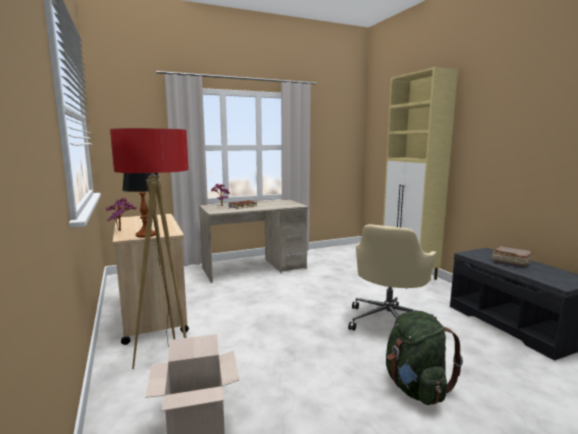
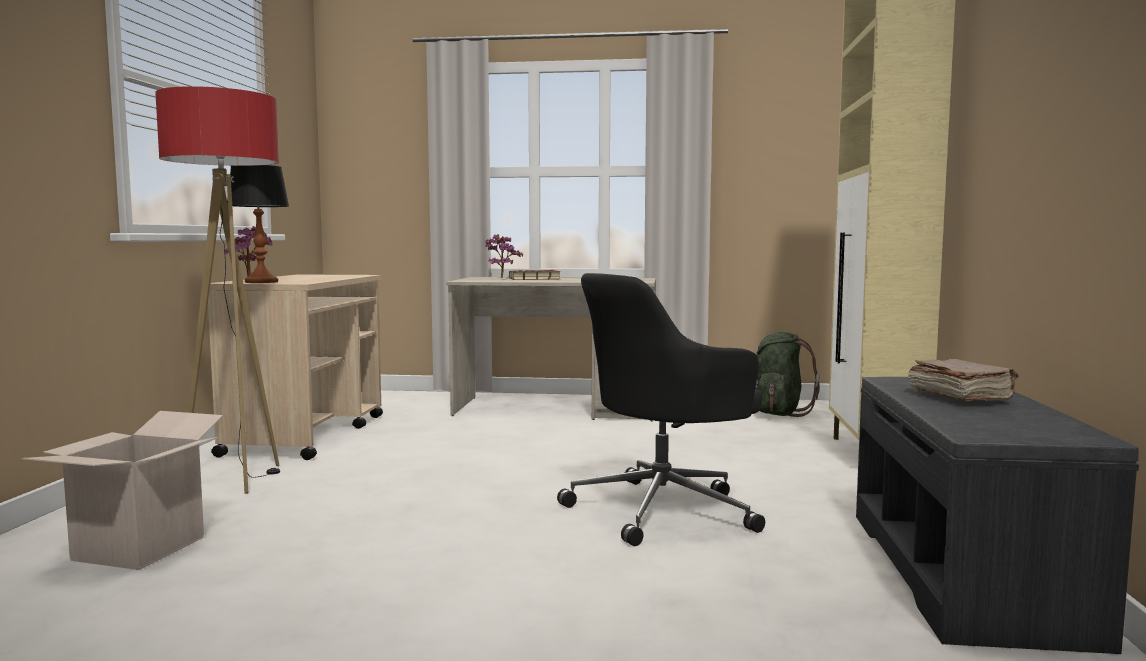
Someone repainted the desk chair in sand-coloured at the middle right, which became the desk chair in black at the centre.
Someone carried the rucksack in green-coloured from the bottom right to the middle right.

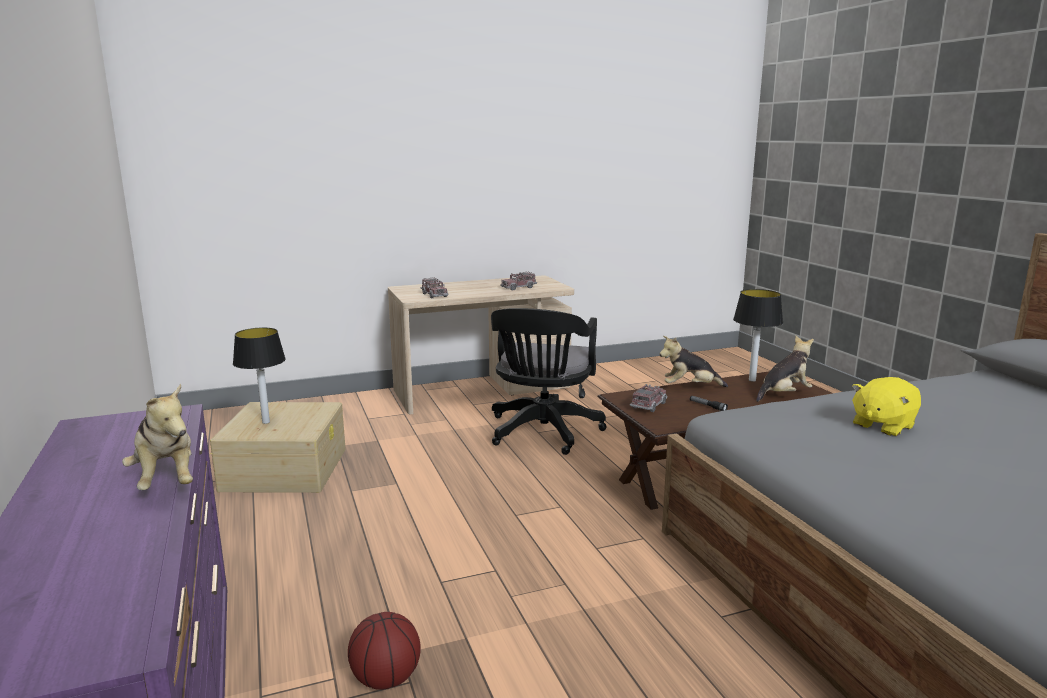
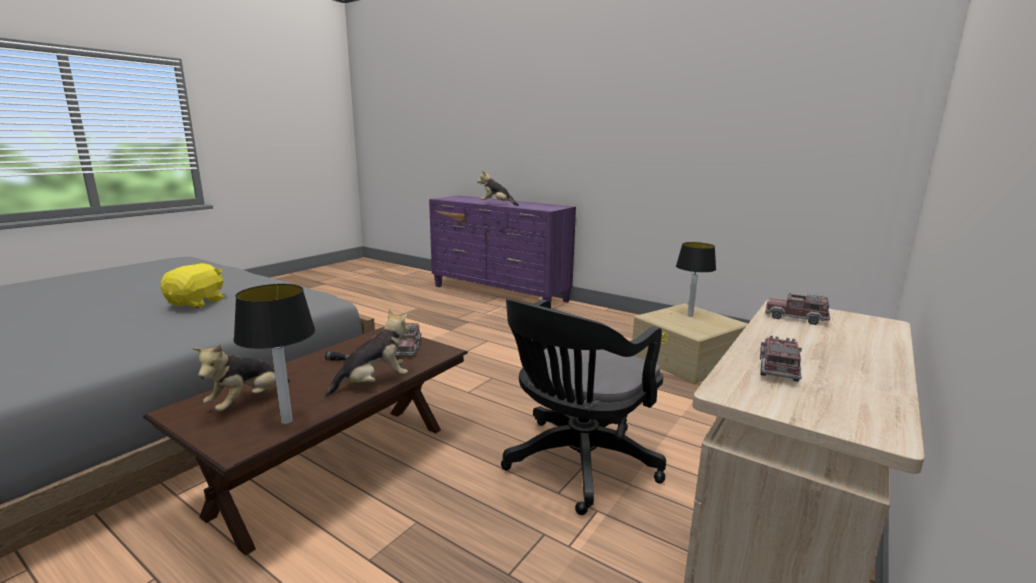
Someone took away the basketball ball at the bottom centre.
Someone rotated the desk chair in black at the centre by 120 degrees counterclockwise.

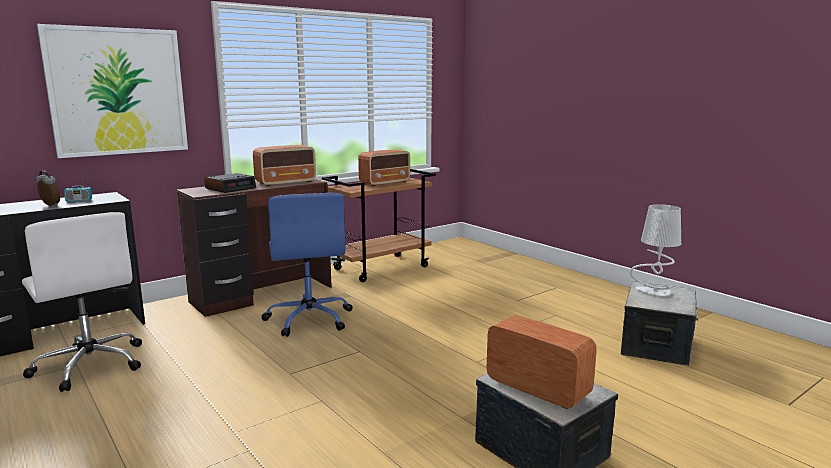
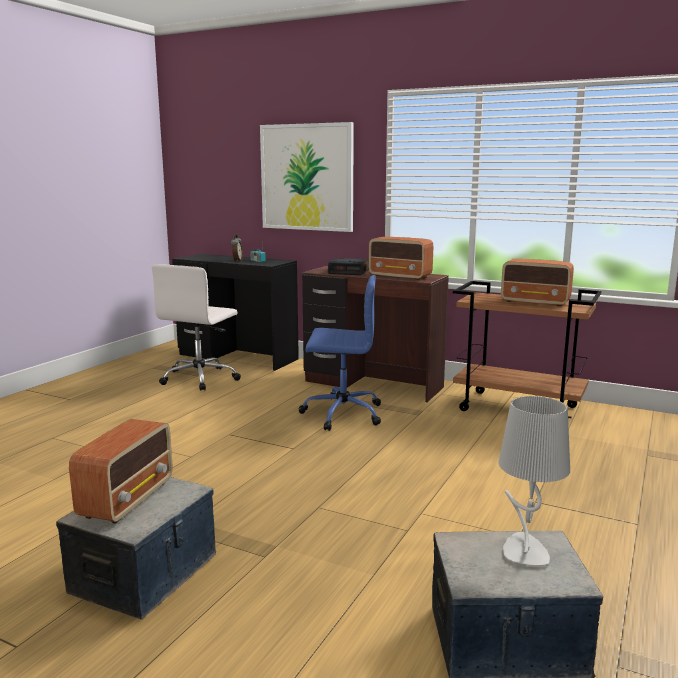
Someone rotated the desk chair in blue-coloured at the centre by 135 degrees counterclockwise.

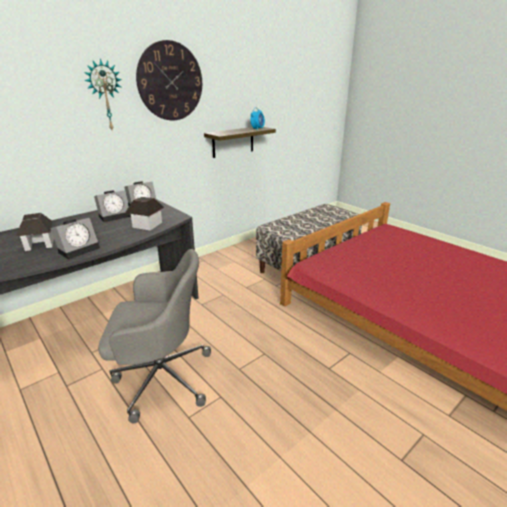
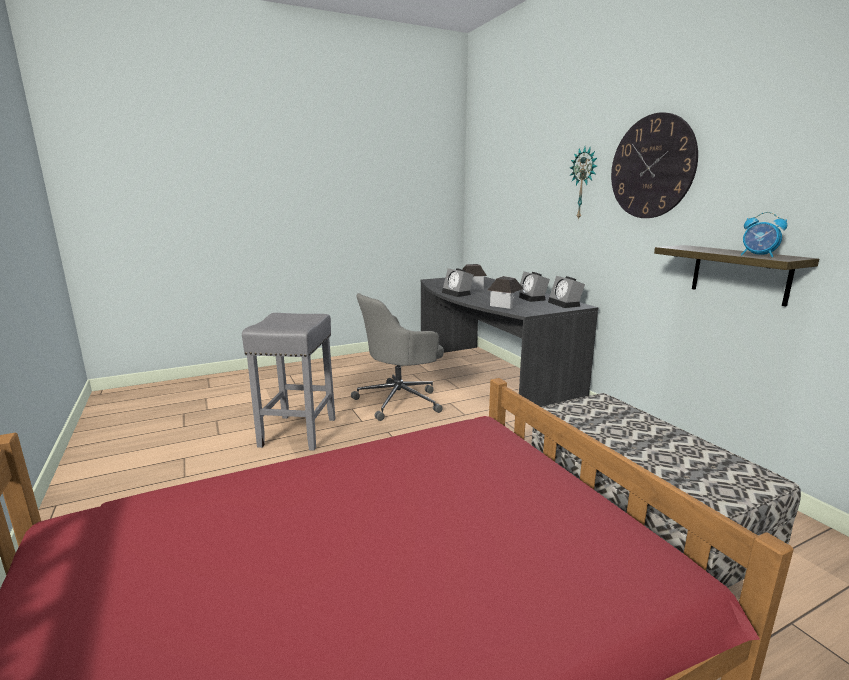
Someone rotated the desk chair in gray at the middle left by 45 degrees clockwise.
Someone put down the stool seat in gray at the centre.

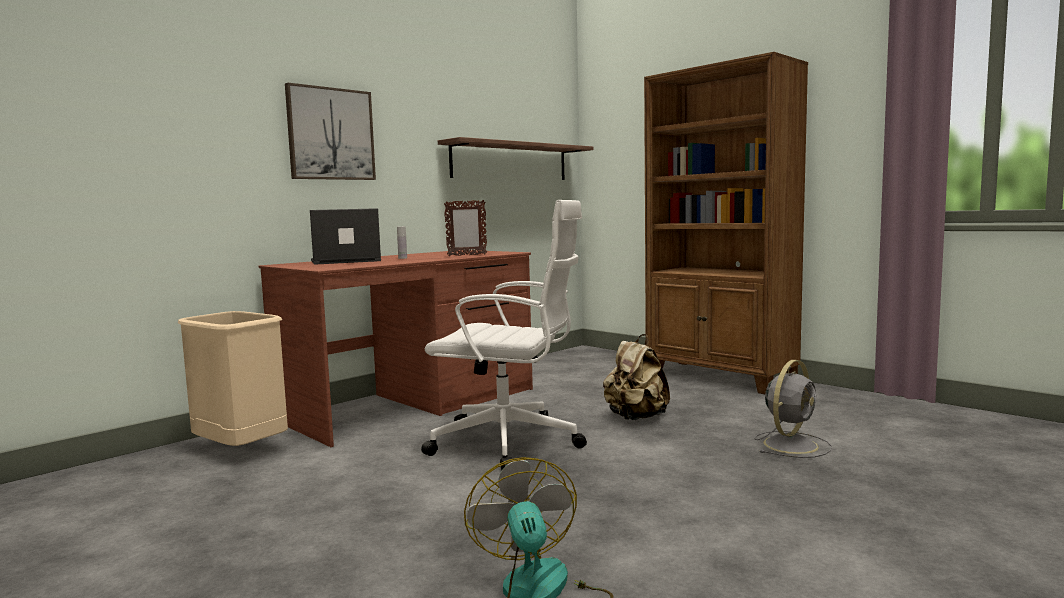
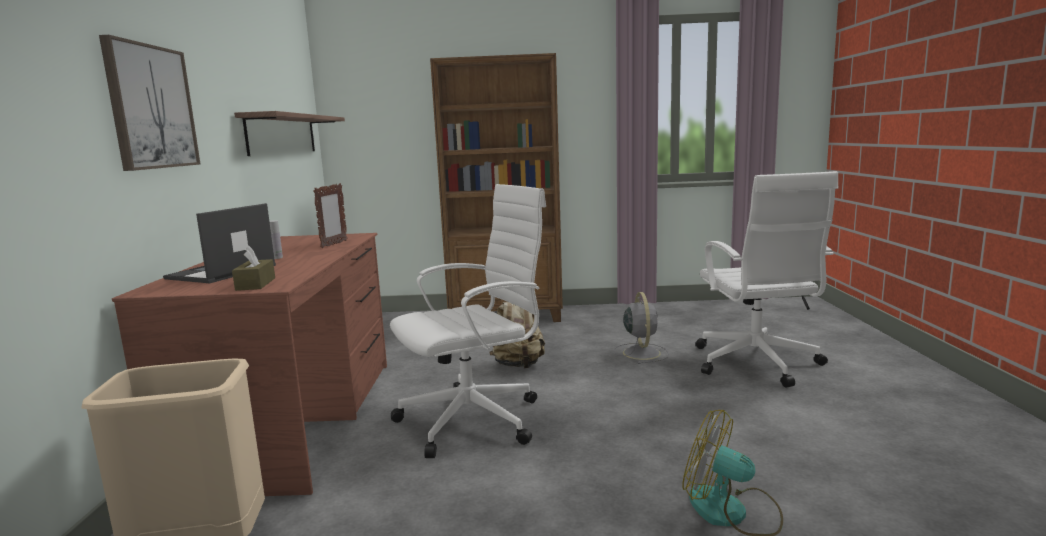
Someone put down the tissue holder in brown-coloured at the middle left.
Someone put down the desk chair in whitish (2nd from left) at the middle right.

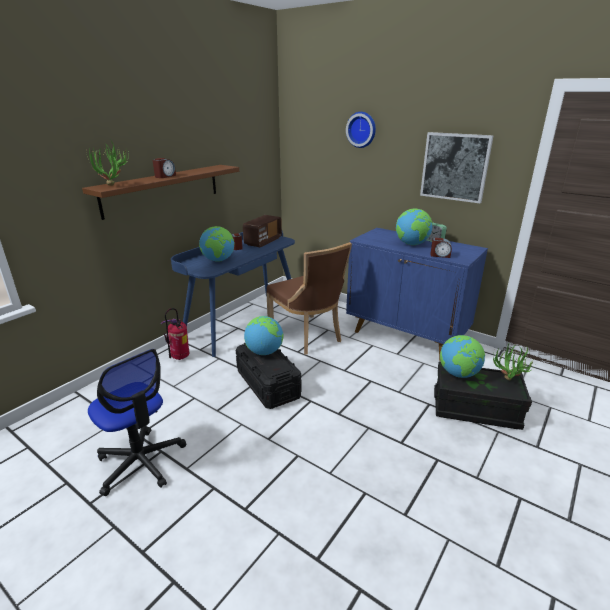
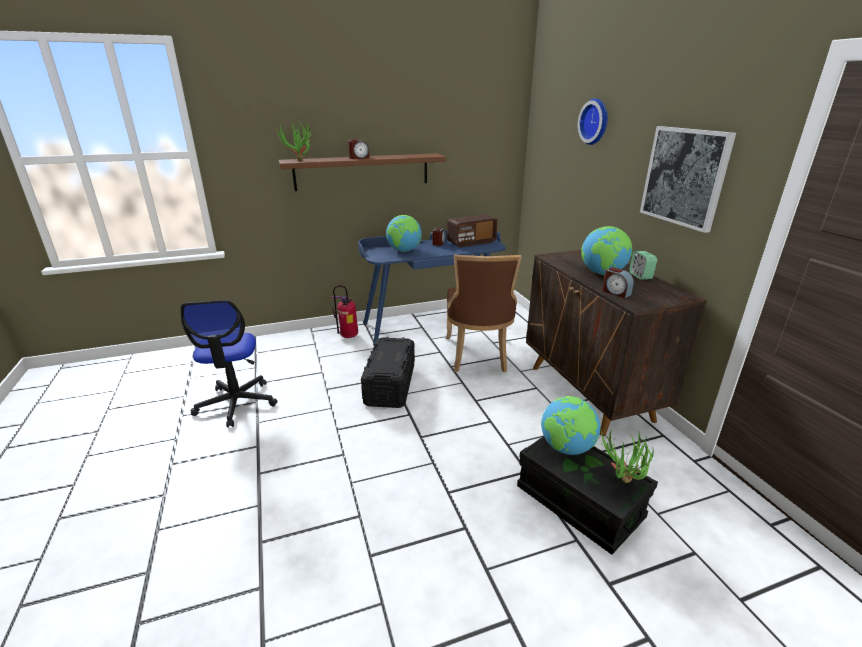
Someone took away the globe (2nd from left) at the centre.
Someone repainted the cupboard in blue-coloured at the middle right, which became the cupboard in brown-coloured at the middle right.

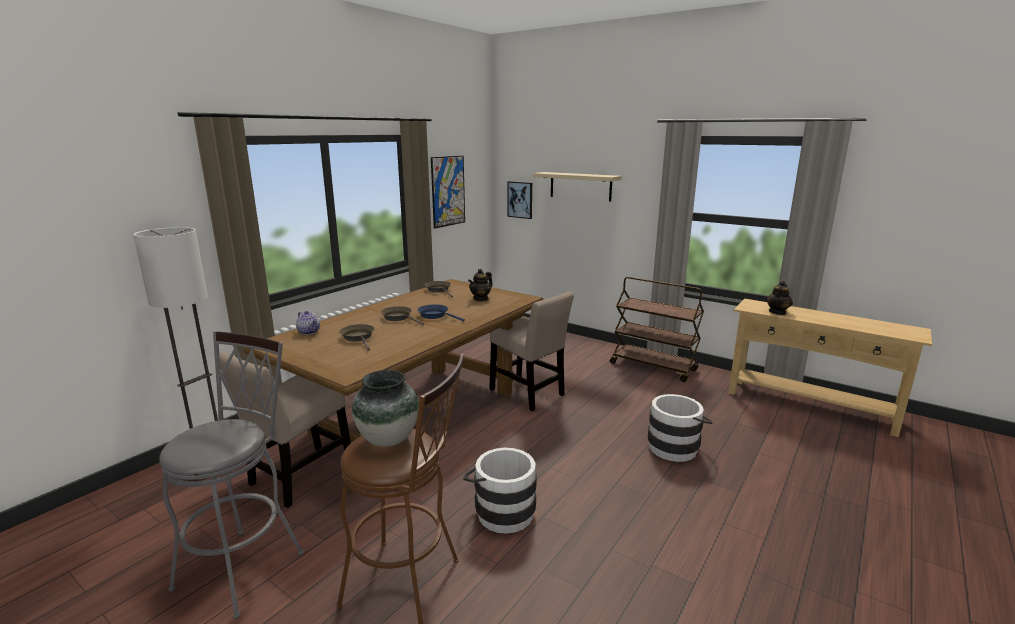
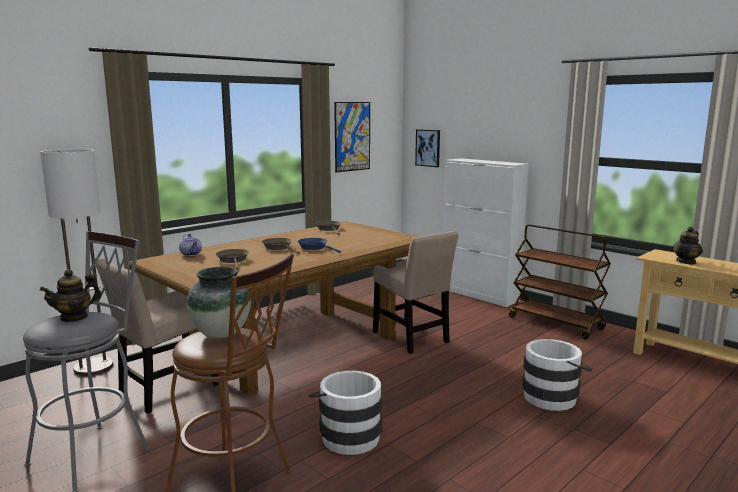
Someone carried the pot for tea (2nd from left in the first image) from the centre to the middle left.
Someone took away the bracket shelf in sand-coloured at the top centre.
Someone put down the cupboard in whitish at the centre.

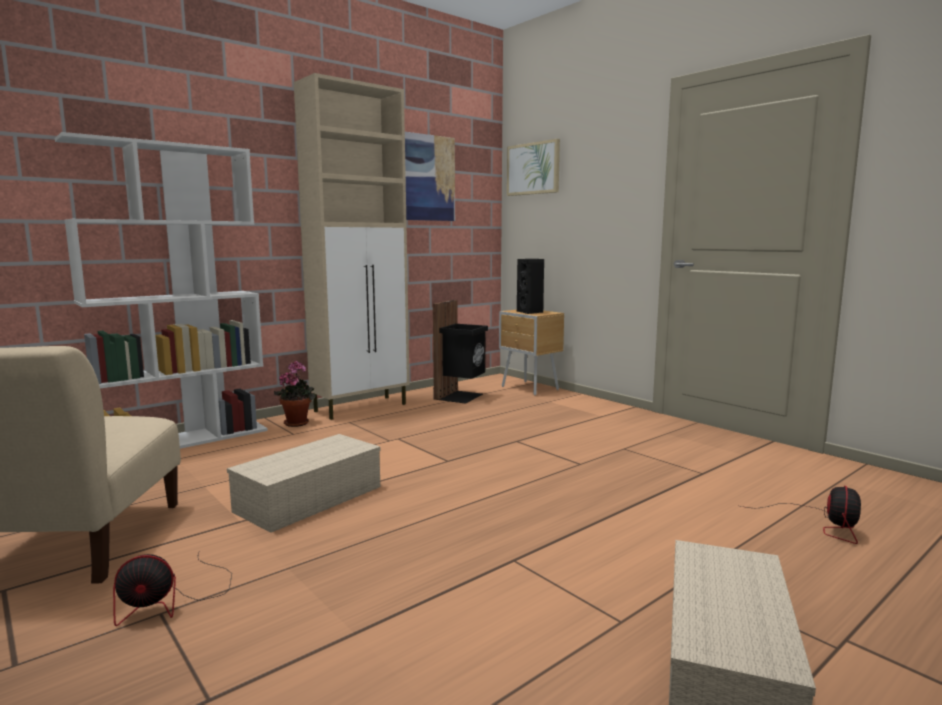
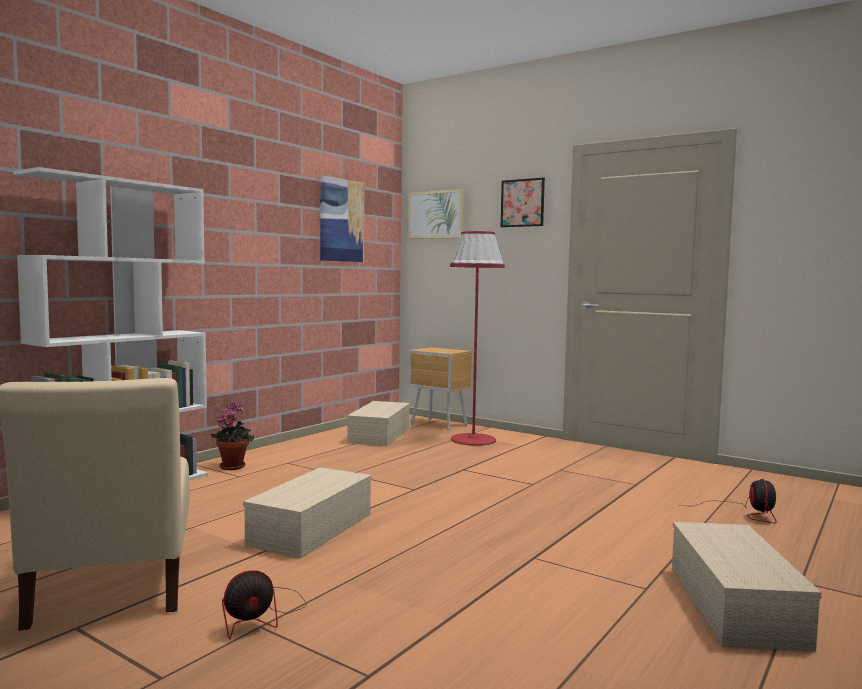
Someone took away the cupboard in sand-coloured at the centre.
Someone swapped the rubbish bin in black at the centre for the storage bin in sand-coloured (2nd from left) at the centre.
Someone took away the speaker in black at the centre.
Someone put down the standard lamp in red-coloured at the centre.
Someone put up the wall art (3rd from left) at the top centre.

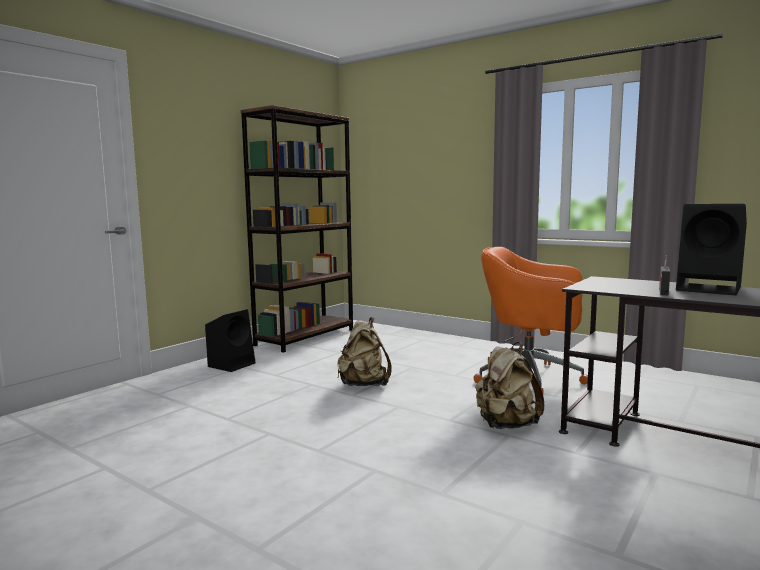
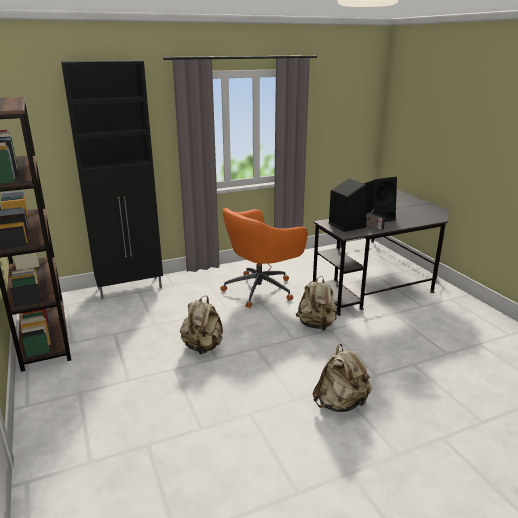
Someone carried the speaker in black (1st from left) from the middle left to the middle right.
Someone put down the cupboard in black at the middle left.
Someone put down the rucksack in sand-coloured (3rd from left) at the bottom centre.

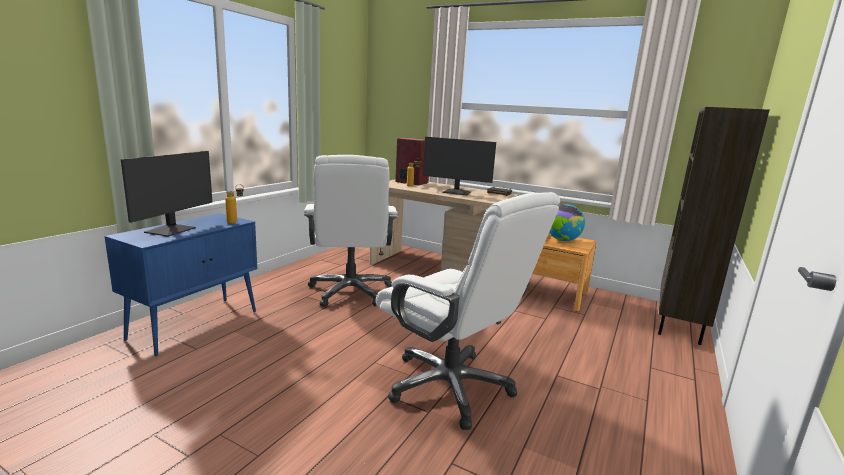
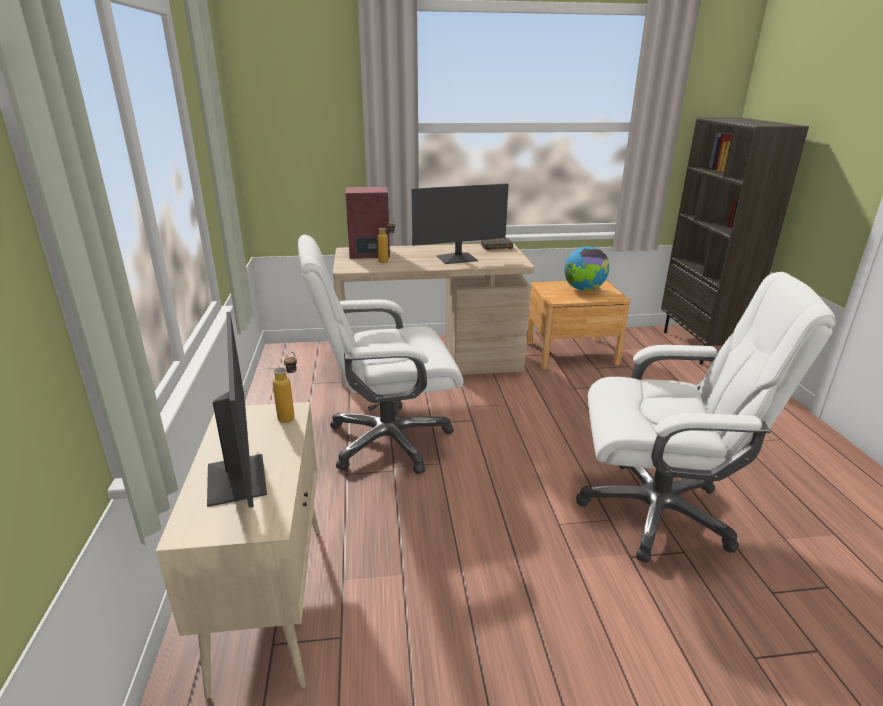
Someone repainted the cupboard in blue-coloured at the middle left, which became the cupboard in sand-coloured at the bottom left.
Someone rotated the desk chair in whitish (1st from left) at the centre by 120 degrees clockwise.

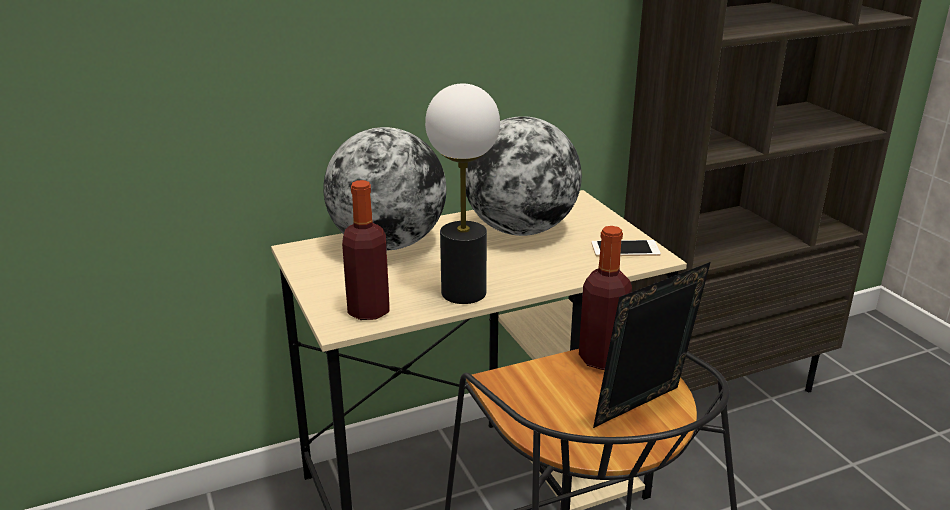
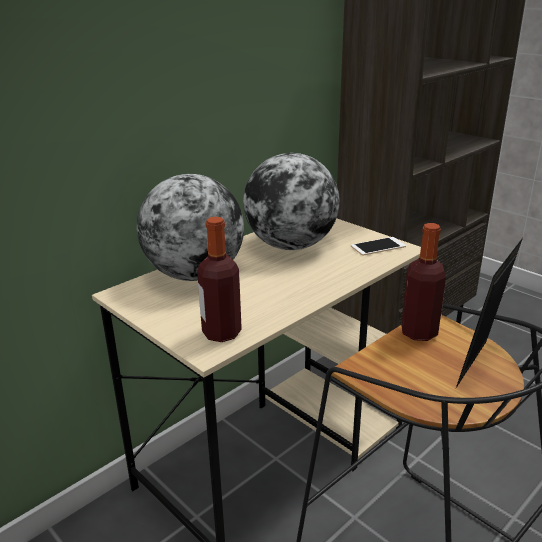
Someone took away the table lamp at the centre.

